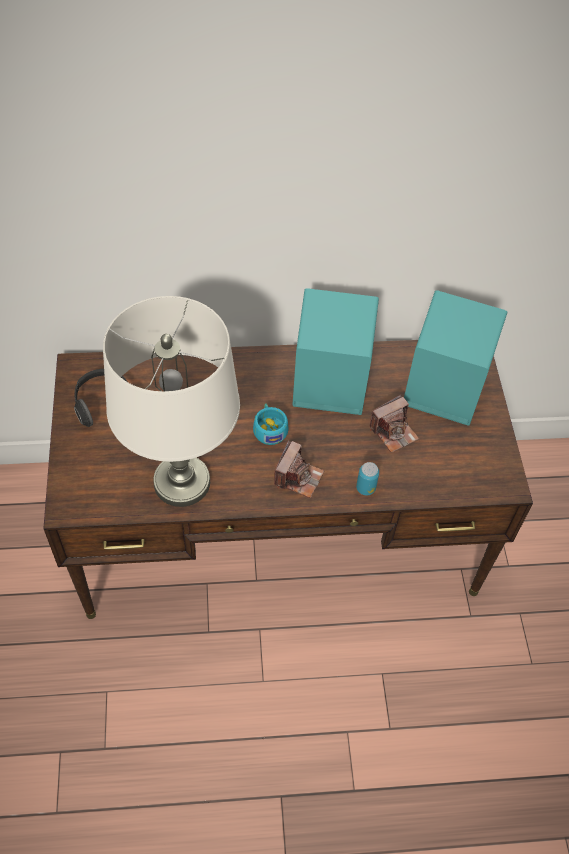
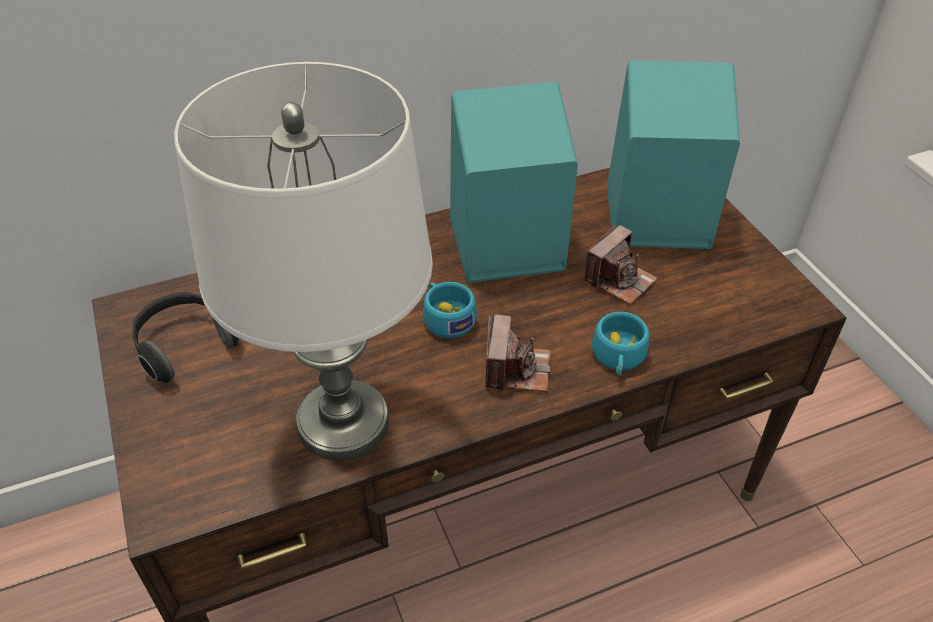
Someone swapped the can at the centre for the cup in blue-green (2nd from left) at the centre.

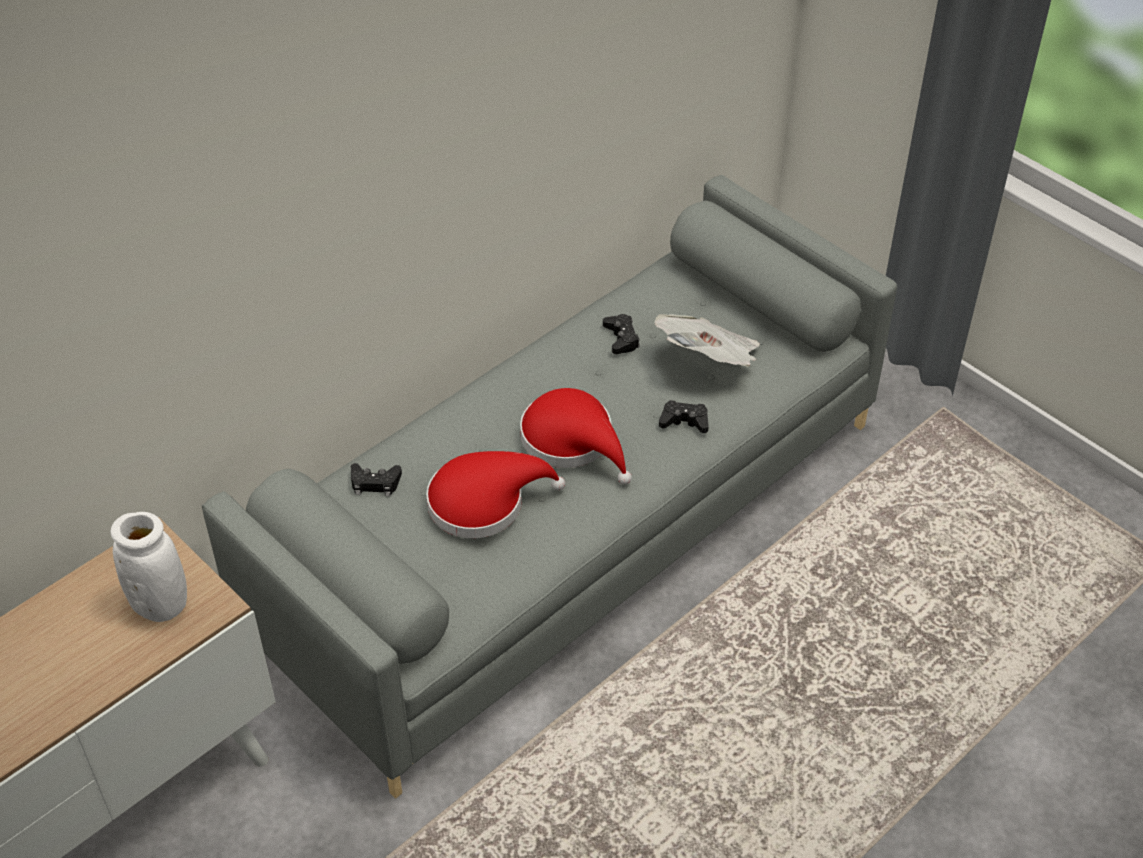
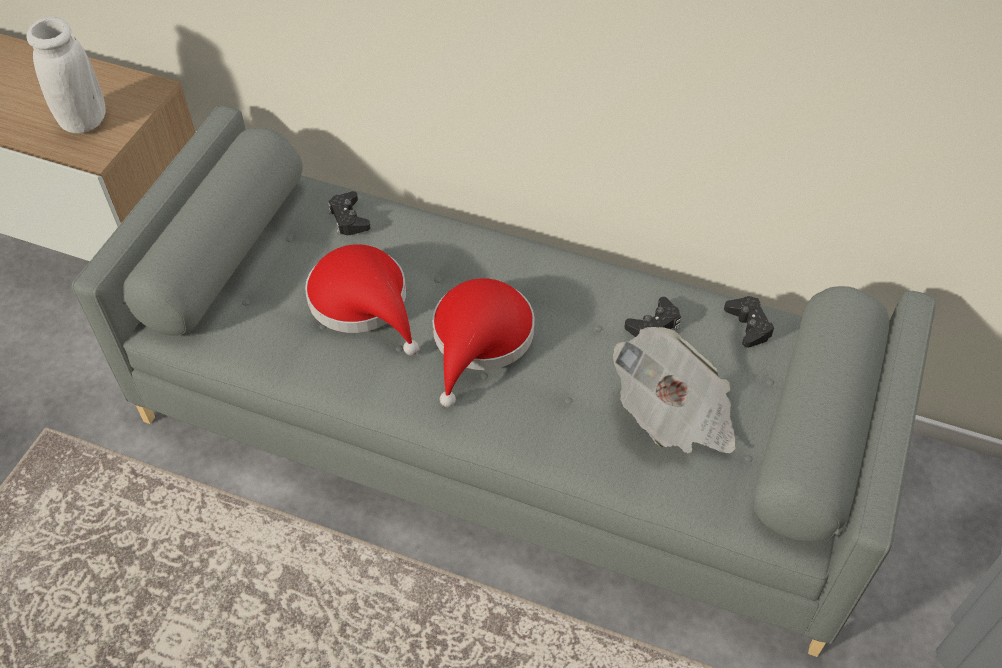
Someone carried the gamepad in black (3rd from left) from the centre to the middle right.

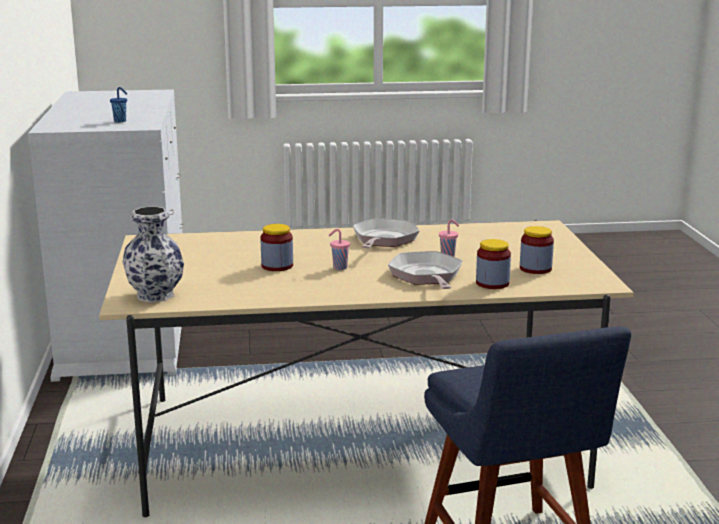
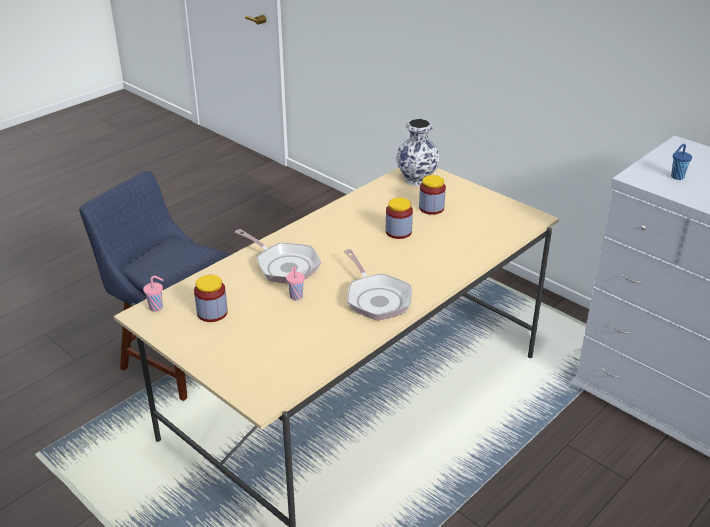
Someone carried the cup in pink-coloured (1st from left) from the centre to the middle left.
Someone carried the storage jar (2nd from left in the first image) from the middle right to the centre.

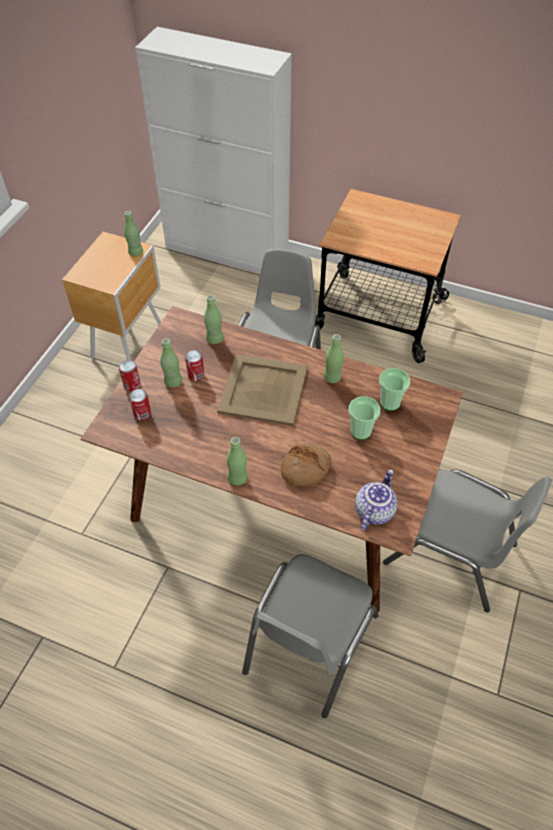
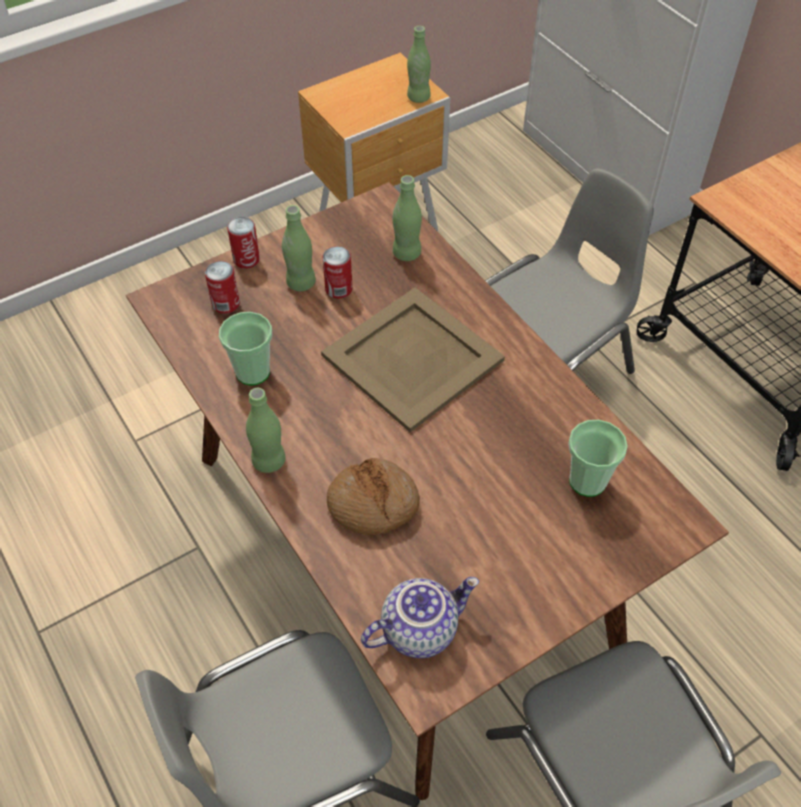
Someone took away the bottle in green-coloured (5th from left) at the centre.
Someone carried the cup (1st from left) from the centre to the middle left.

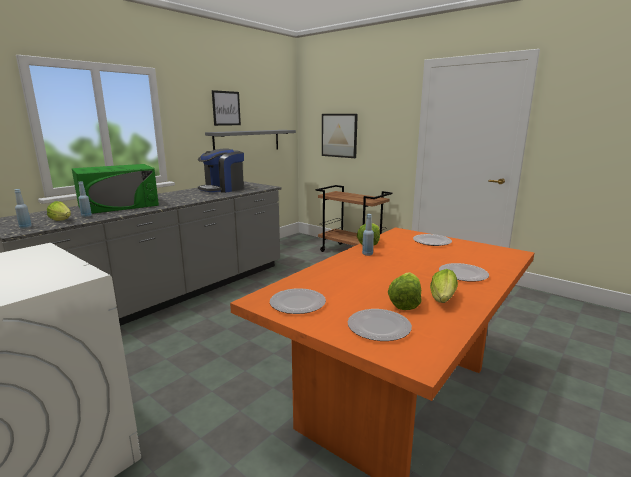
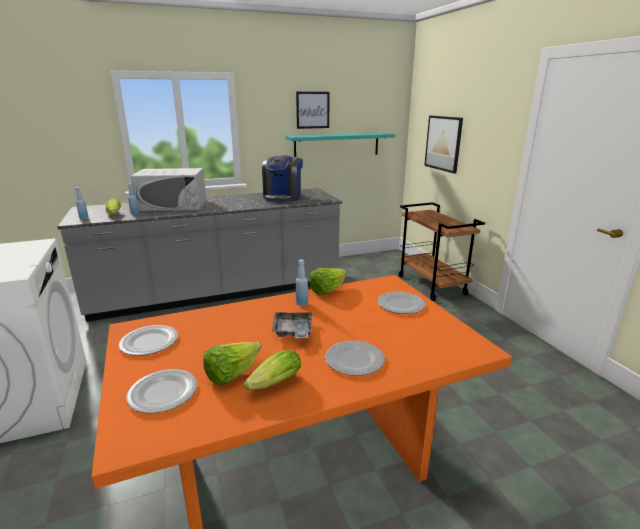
Someone repainted the microwave in green-coloured at the middle left, which became the microwave in whitish at the middle left.
Someone rotated the coffee machine at the centre by 60 degrees counterclockwise.
Someone repainted the bracket shelf in gray at the top centre, which became the bracket shelf in blue-green at the top centre.
Someone put down the tray in gray at the centre.

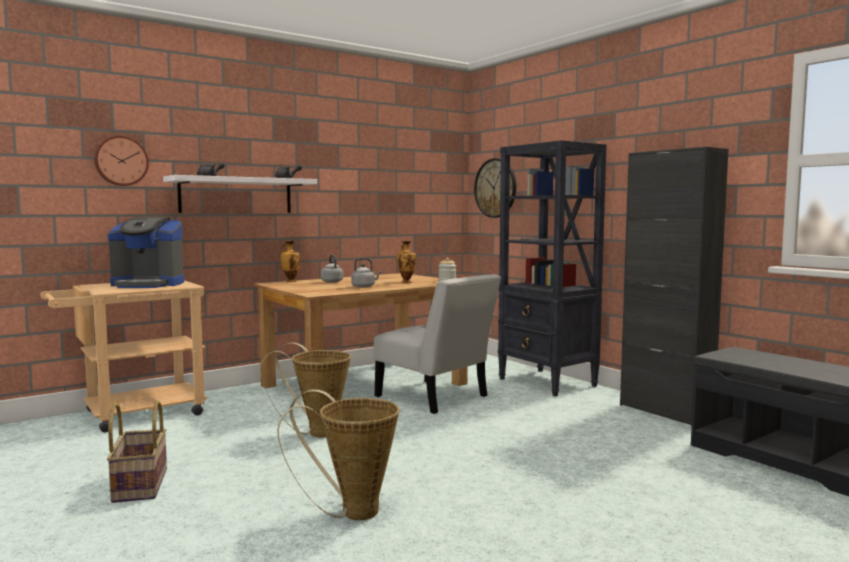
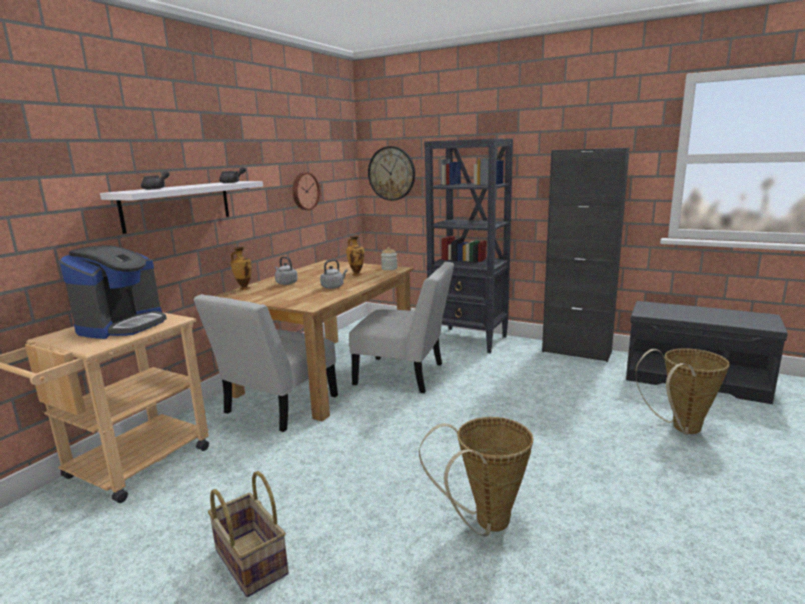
Someone carried the clock on the wall (1st from left) from the top left to the top centre.
Someone rotated the coffee machine at the middle left by 45 degrees counterclockwise.
Someone carried the basket (2nd from left in the first image) from the bottom centre to the middle right.
Someone put down the chair in whitish (1st from left) at the middle left.

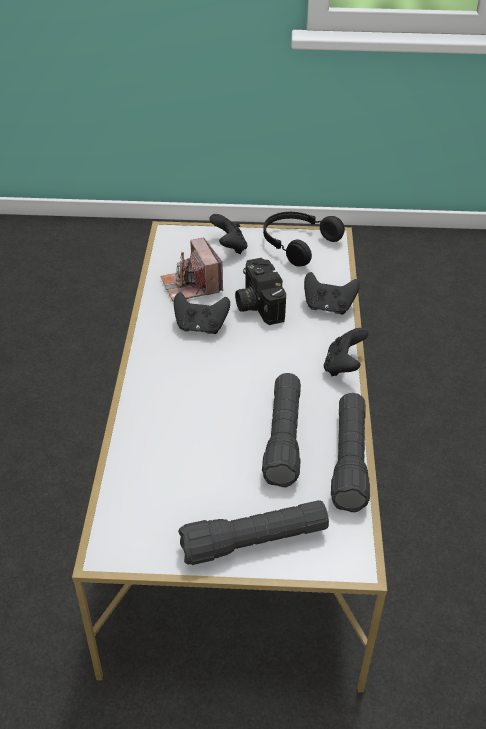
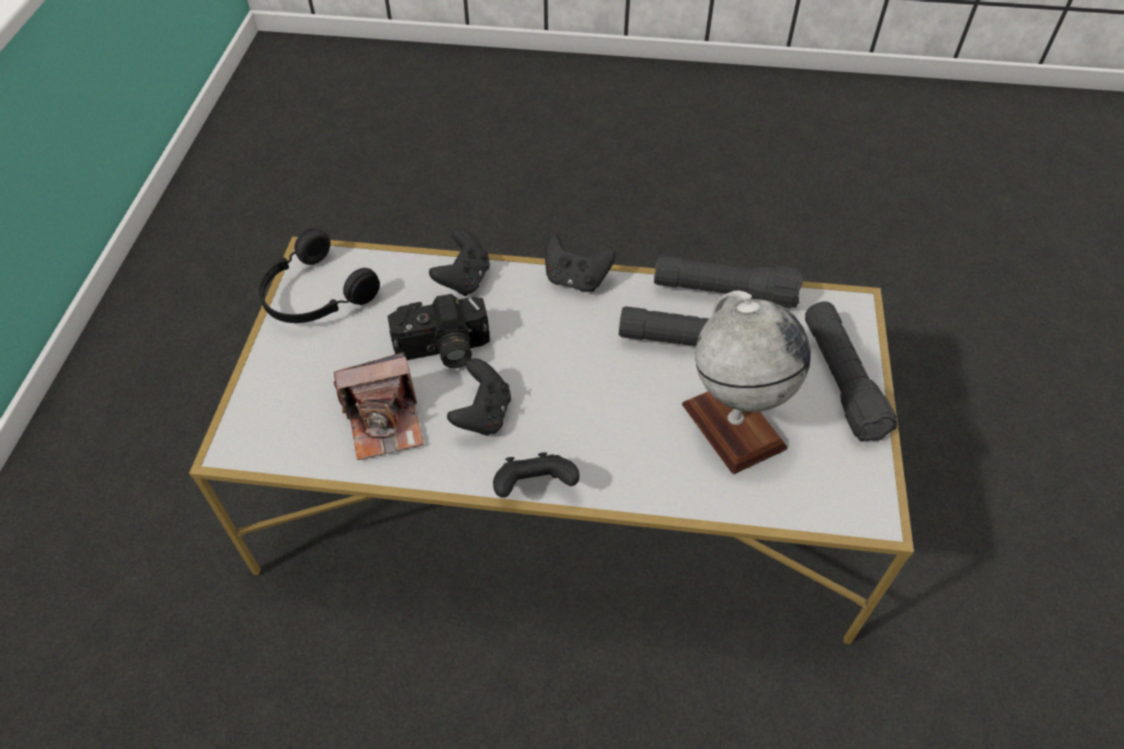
Someone carried the gamepad in black (2nd from left in the first image) from the top centre to the centre.
Someone put down the globe at the centre.

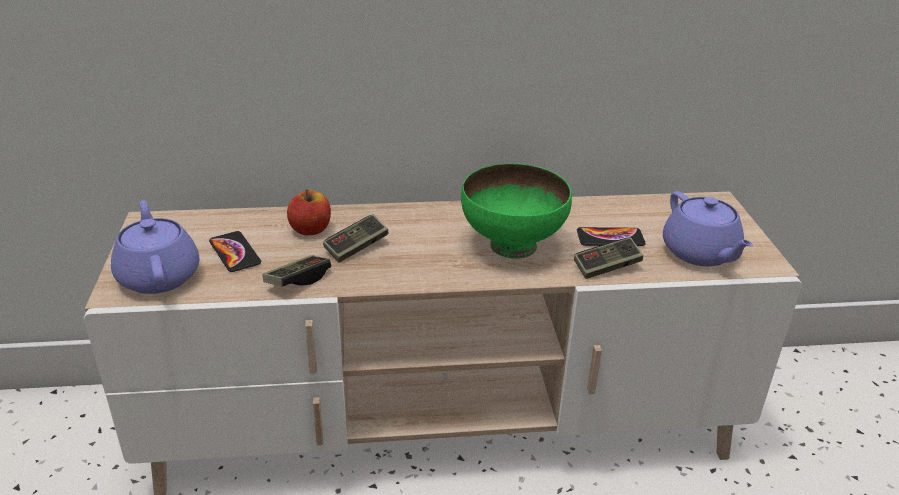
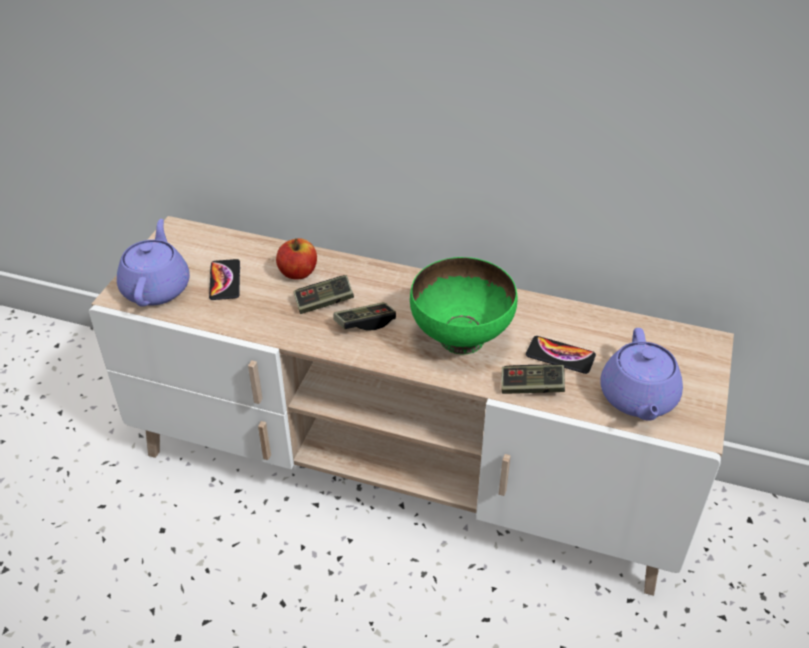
Someone carried the gamepad (1st from left in the first image) from the middle left to the centre.

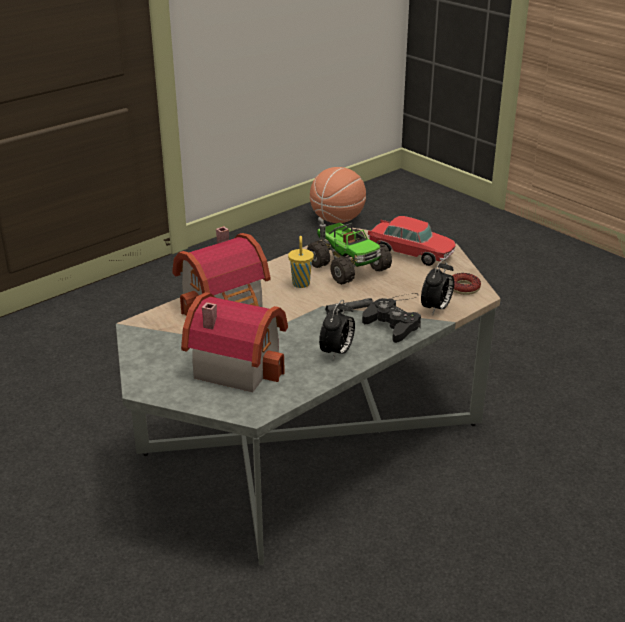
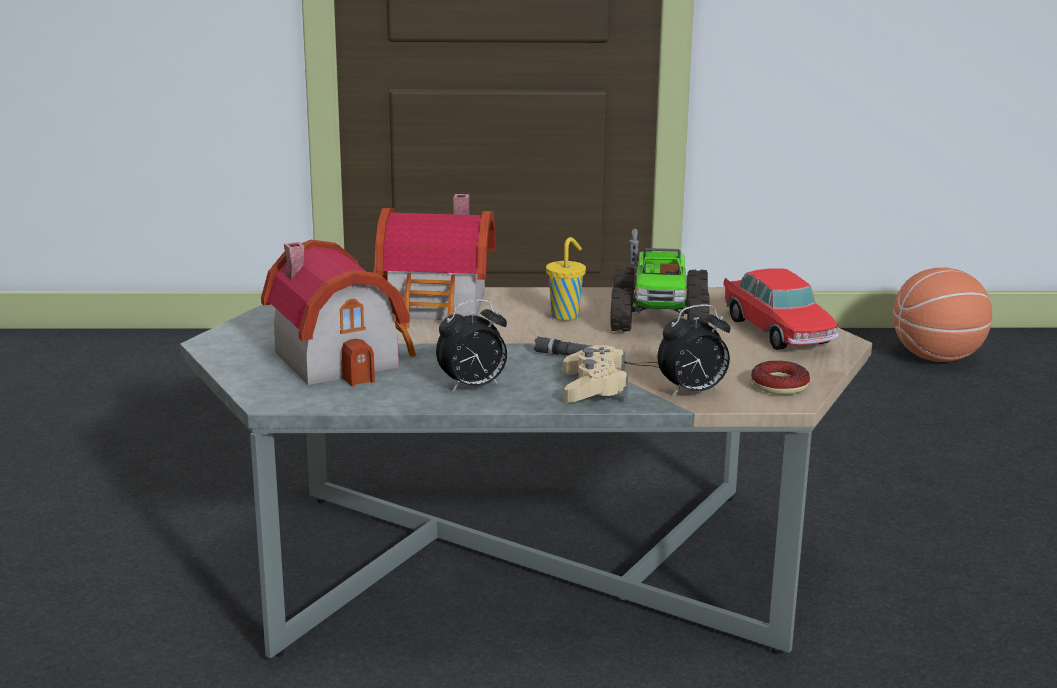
Someone repainted the gamepad in black at the centre, which became the gamepad in sand-coloured at the centre.

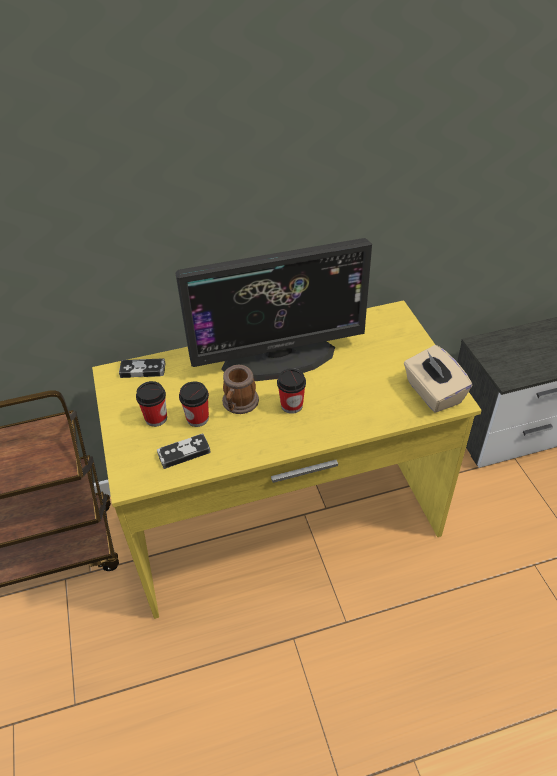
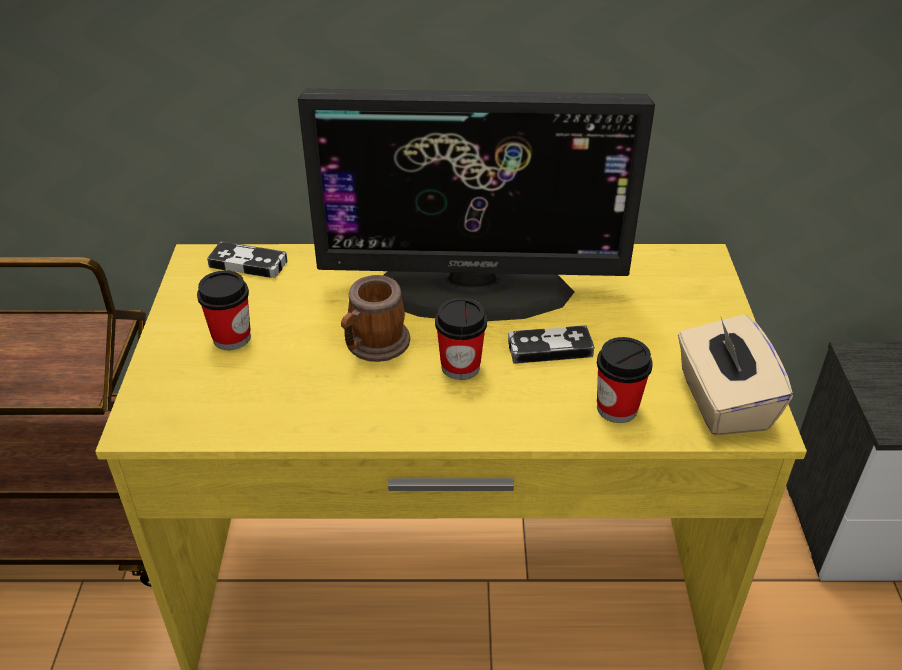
Someone carried the gamepad (2nd from left) from the middle left to the centre.
Someone carried the cup (2nd from left in the first image) from the centre to the middle right.

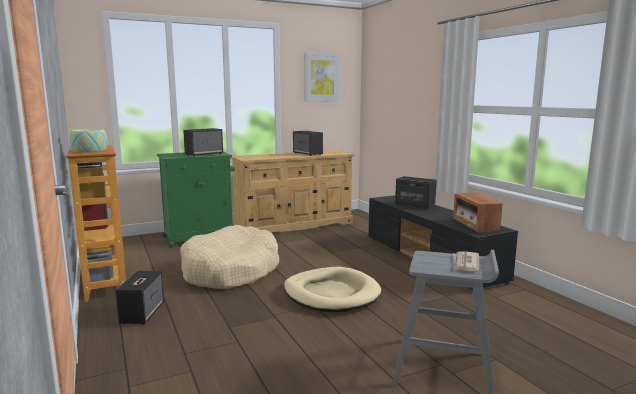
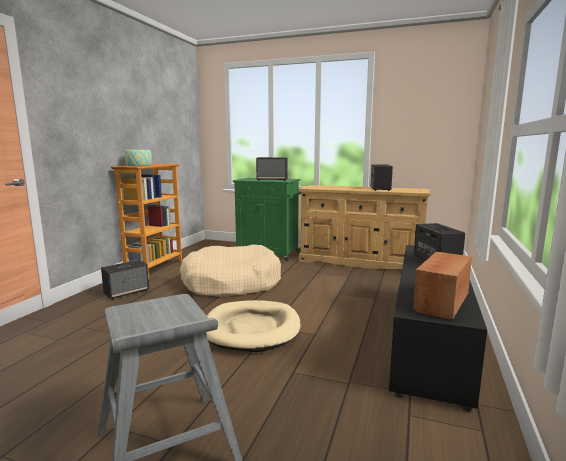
Someone took away the wall art at the top centre.
Someone took away the daily paper at the middle right.

